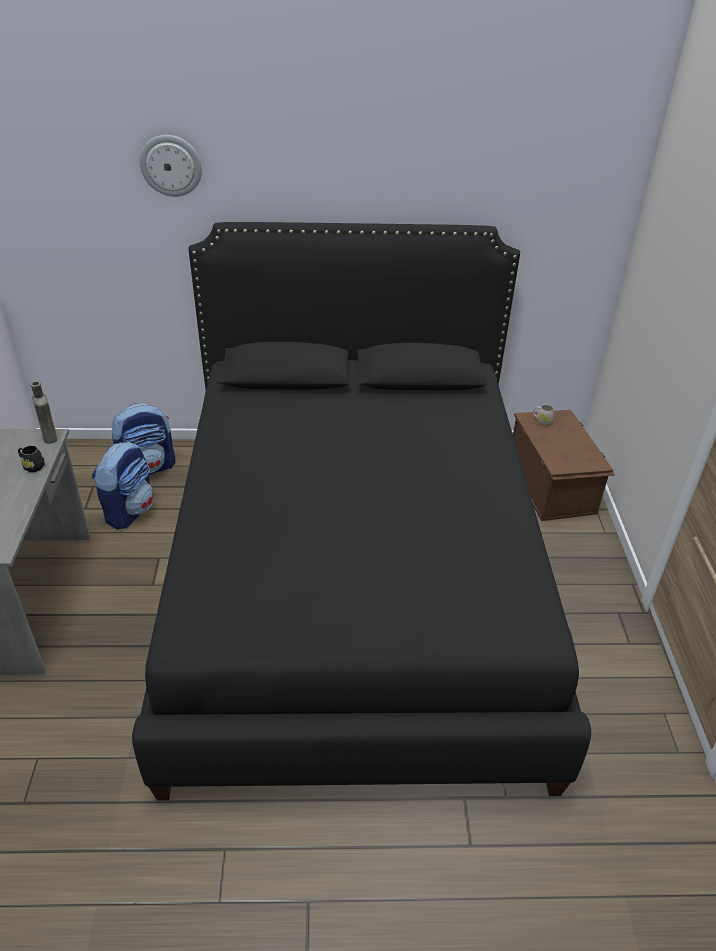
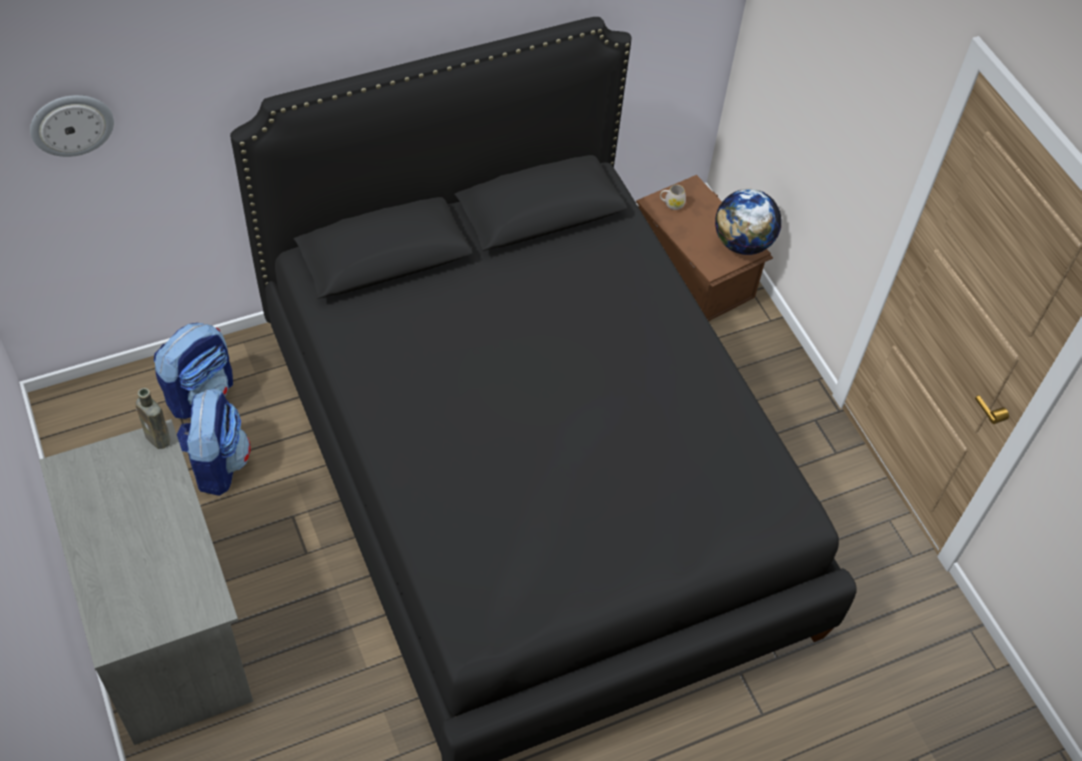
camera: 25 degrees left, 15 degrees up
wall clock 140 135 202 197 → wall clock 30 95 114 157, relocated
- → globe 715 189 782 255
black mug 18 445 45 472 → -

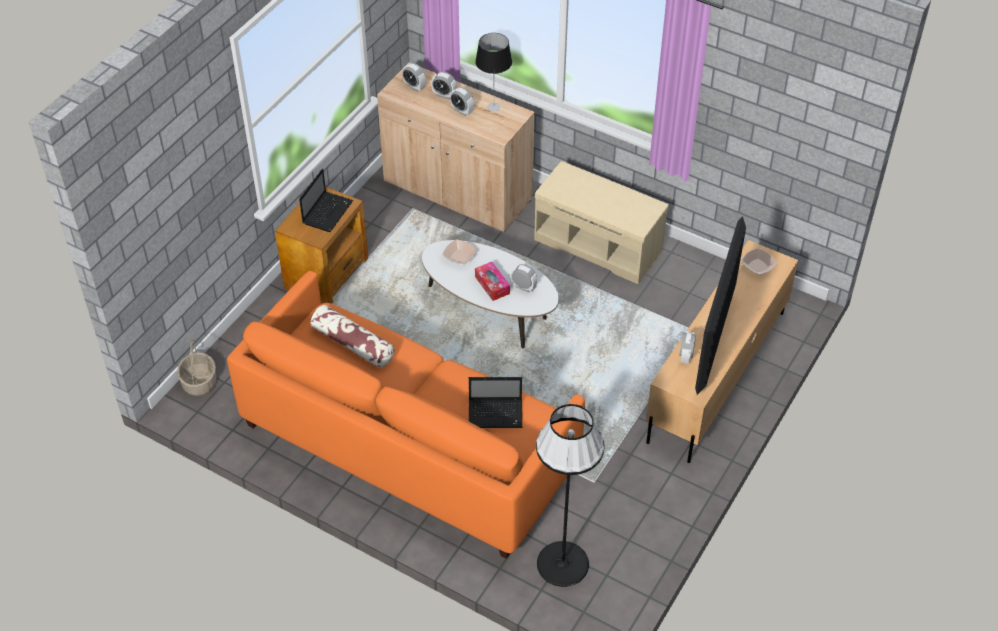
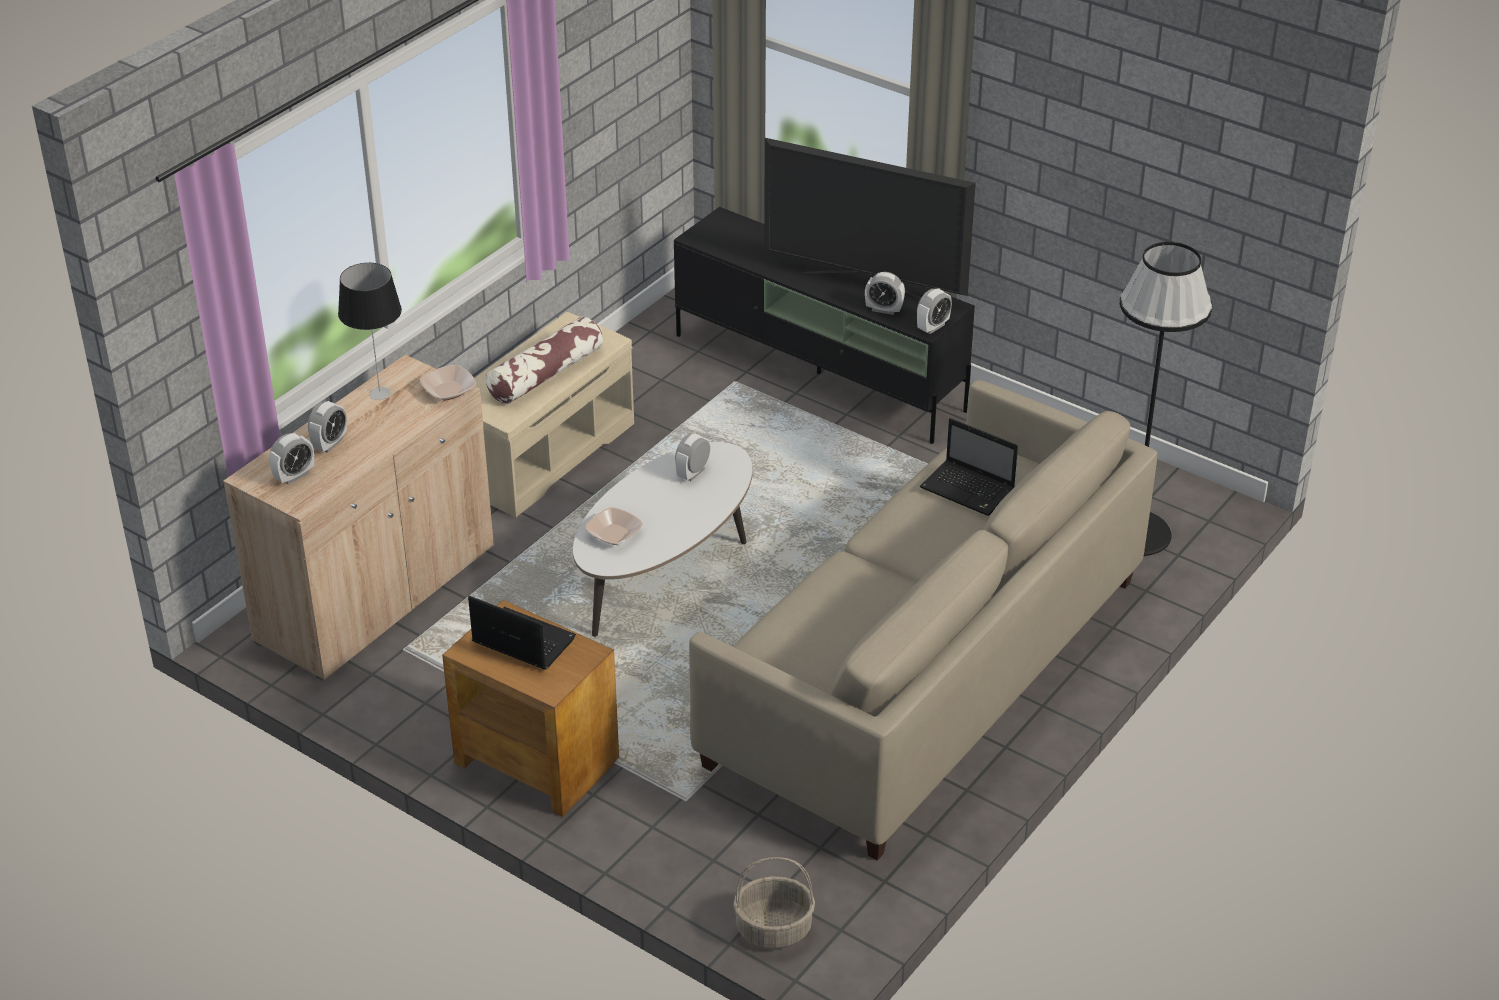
camera: 85 degrees left, 10 degrees down
bowl 741 248 777 275 → bowl 420 364 476 401, relocated
pillow 310 305 395 368 → pillow 486 317 603 404, relocated
beige tv stand 646 240 798 463 → black tv stand 674 207 975 444
orange sofa 227 271 585 559 → beige sofa 689 380 1157 861
alarm clock 450 87 474 116 → alarm clock 917 288 952 334, relocated
laptop 469 377 522 428 → laptop 920 418 1018 516, 120 degrees clockwise
tissue box 475 262 510 301 → -

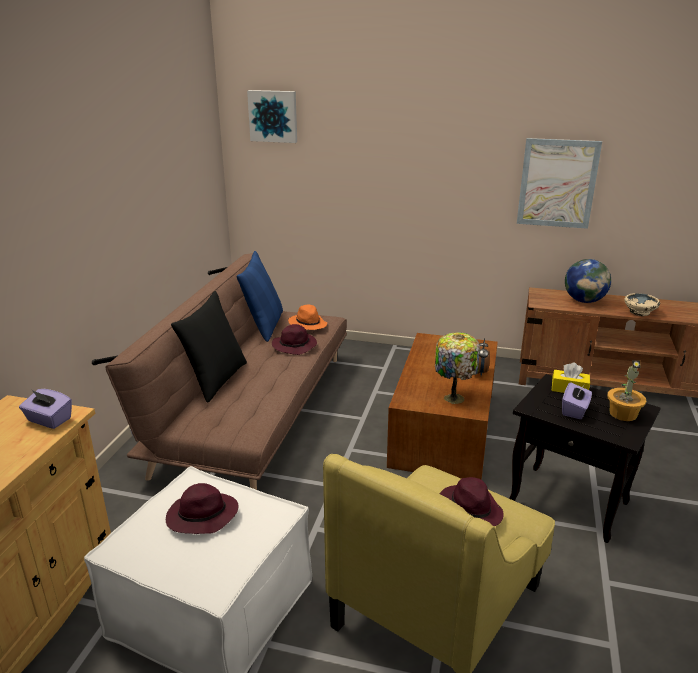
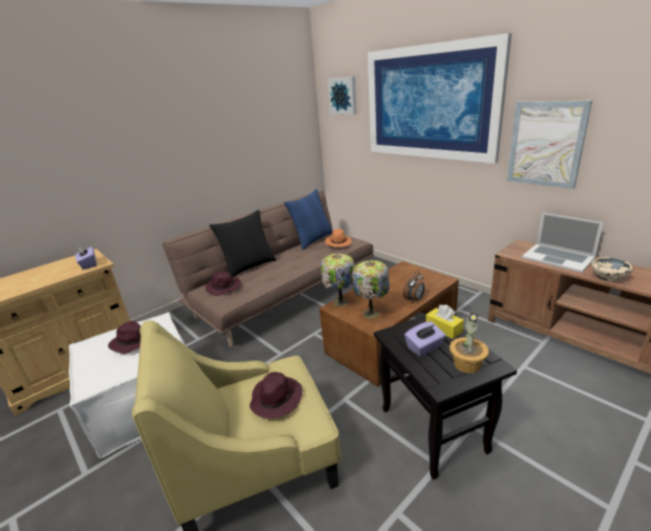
camera: 35 degrees right, 0 degrees up
purple hat 272 324 317 355 → purple hat 205 271 241 296, relocated
- → table lamp 321 254 355 307
- → picture 368 33 512 164
globe 565 259 611 303 → laptop 521 212 604 273

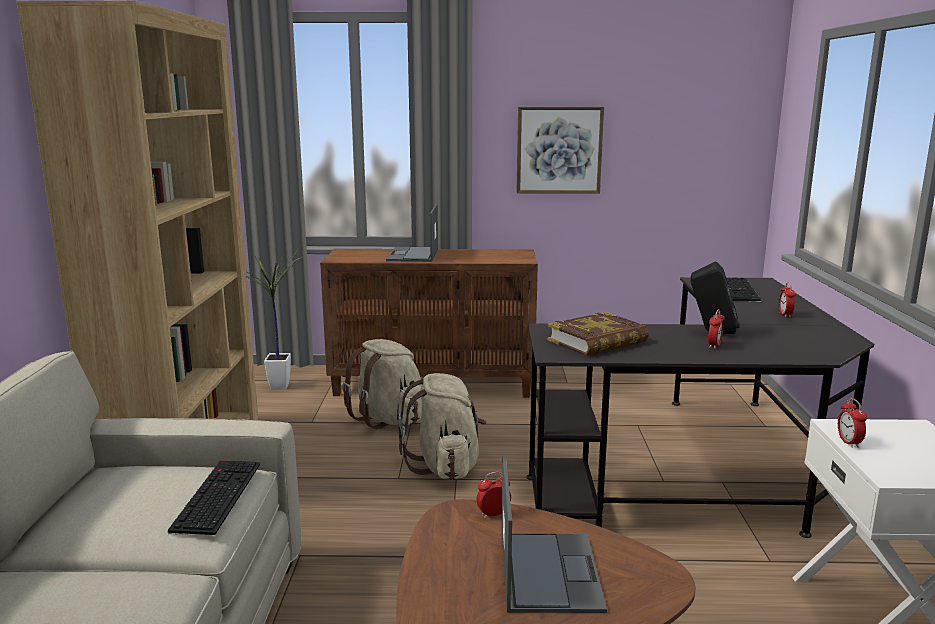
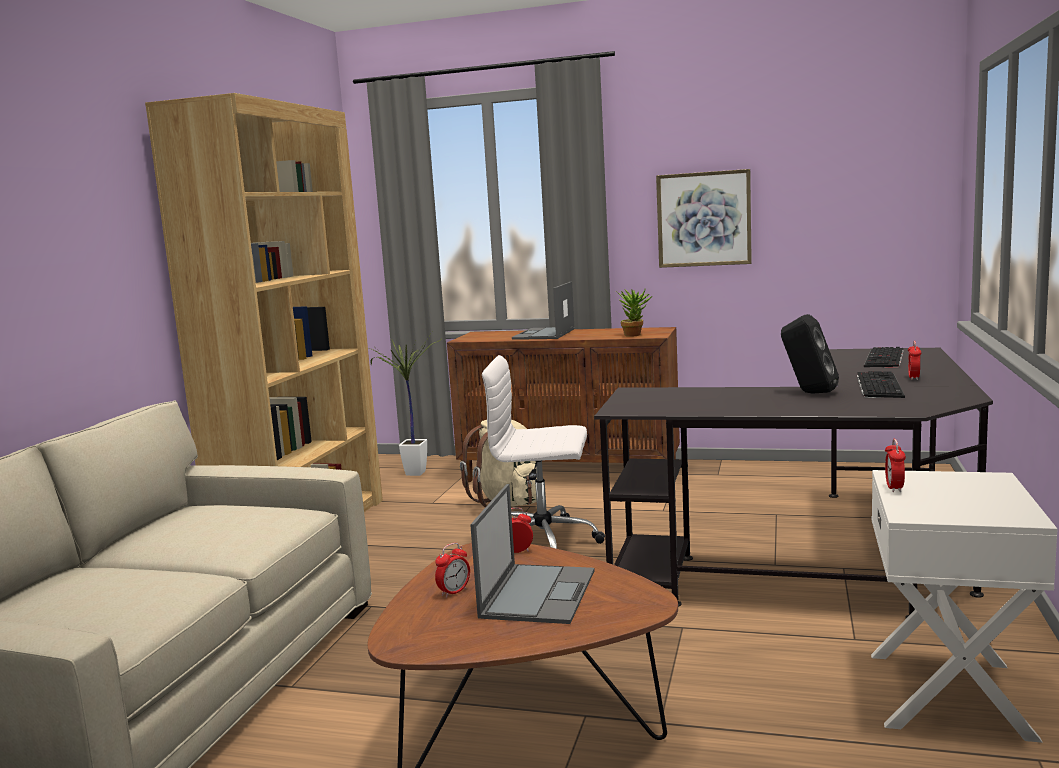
camera: 15 degrees right, 5 degrees down
alarm clock 708 309 725 349 → alarm clock 435 543 470 598, relocated
beige backpack 398 373 486 480 → white office chair 482 355 605 549
- → potted plant 615 288 652 337
keyboard 168 461 260 535 → keyboard 857 371 905 398, relocated
book 547 312 649 356 → -

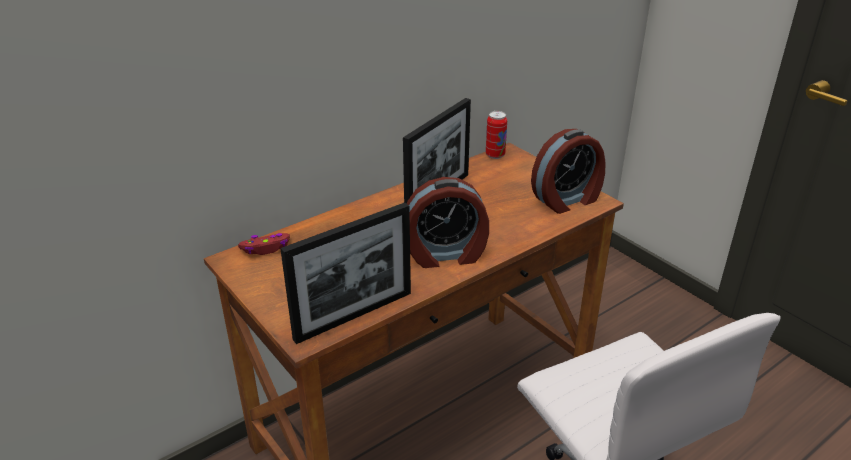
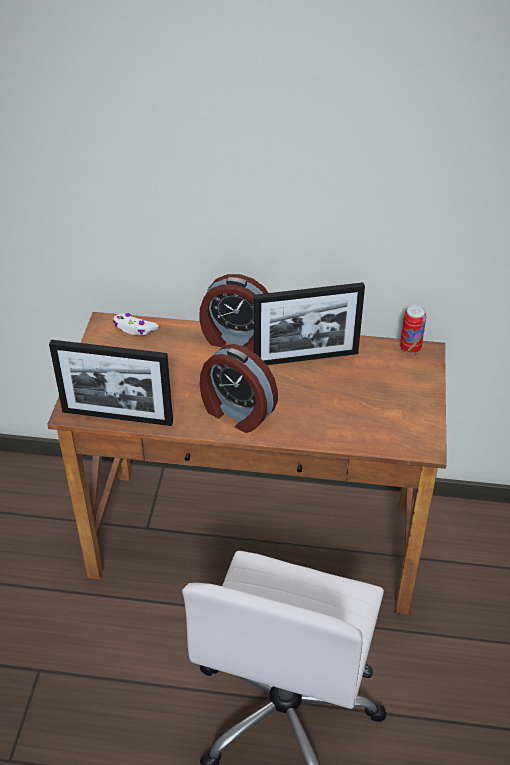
camera: 45 degrees right, 10 degrees up
red game controller 238 233 290 255 → white game controller 113 313 159 335
alarm clock 531 129 606 214 → alarm clock 199 274 268 352, relocated

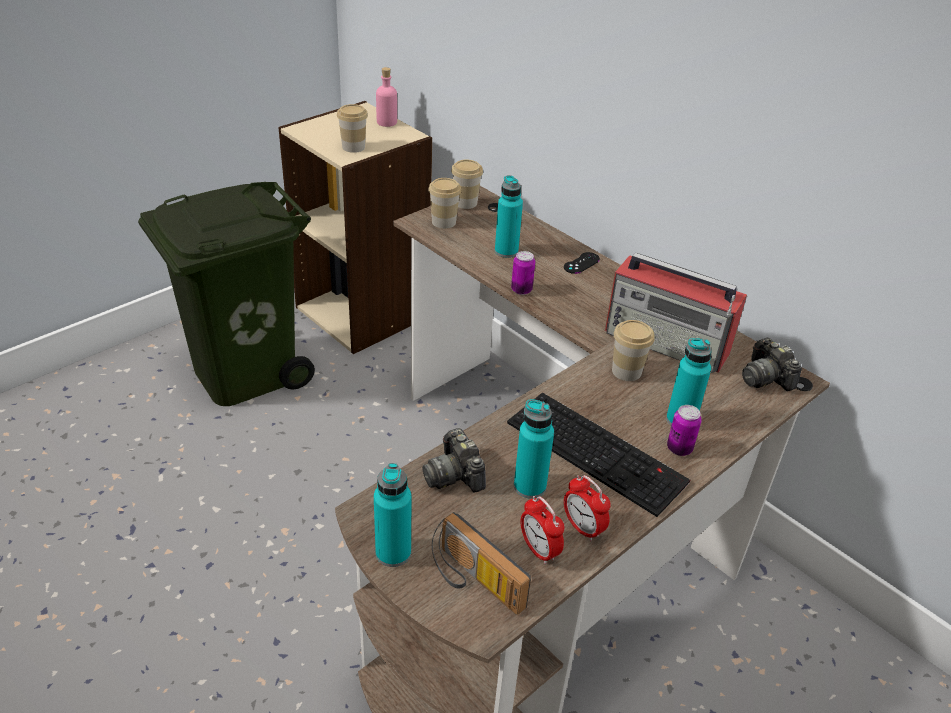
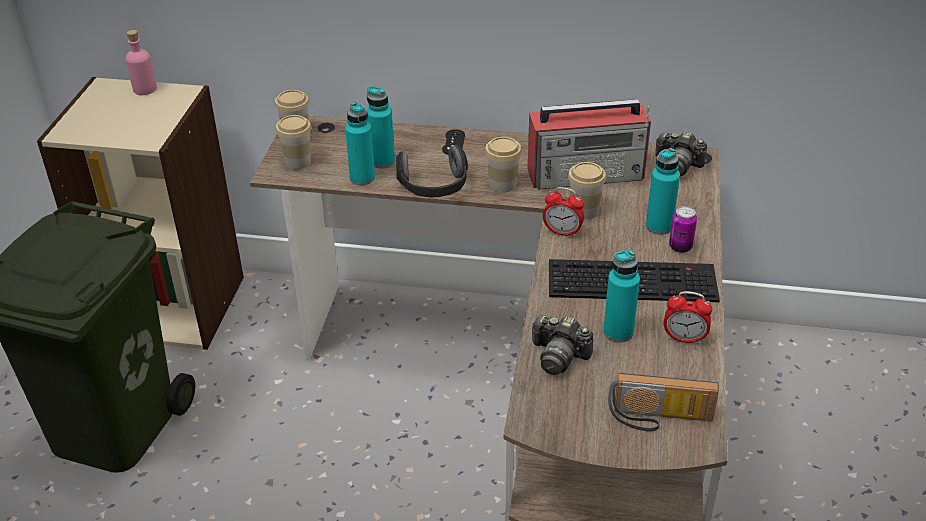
camera: 35 degrees left, 0 degrees up
turquoise bottle 374 463 411 567 → turquoise bottle 345 102 375 185, relocated
can 511 251 535 295 → headphones 395 145 468 197
cup 337 104 368 153 → cup 485 137 522 193, relocated
alarm clock 521 496 565 565 → alarm clock 543 187 584 237, relocated

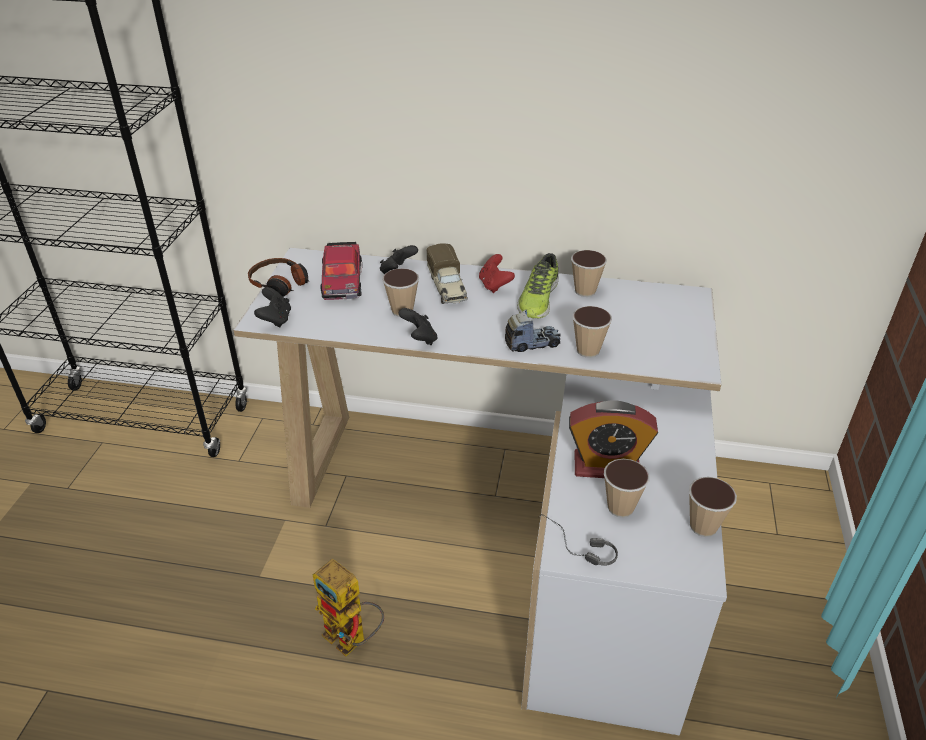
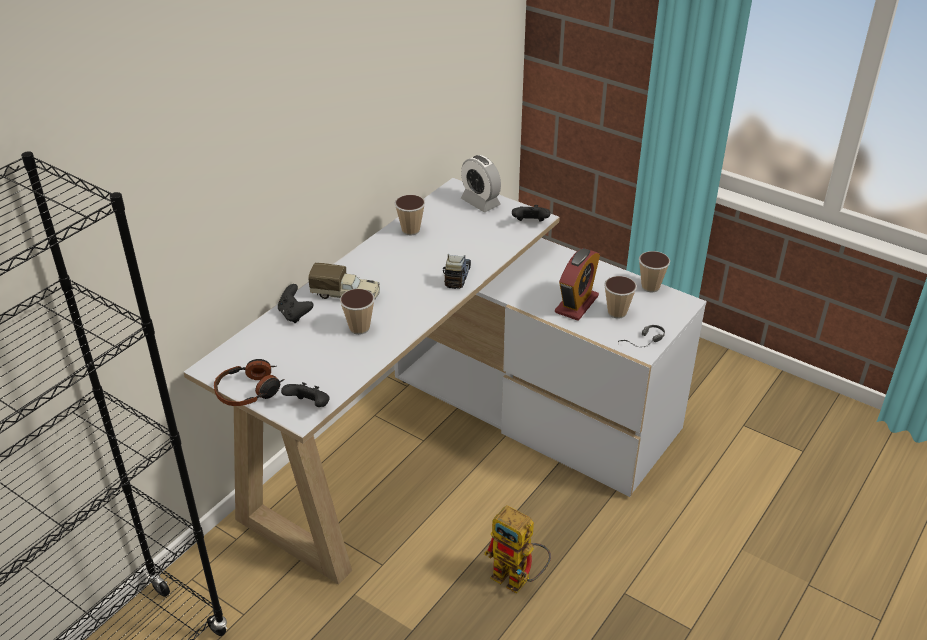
camera: 65 degrees left, 0 degrees up
- → alarm clock 461 155 501 212
toy robot 313 559 384 656 → toy robot 484 505 551 594, 60 degrees clockwise
black game controller 399 308 438 345 → black game controller 512 205 551 222, relocated
toy car 320 242 362 300 → -
red game controller 479 254 515 293 → -
shoe 517 253 559 318 → -
cup 572 306 612 358 → -

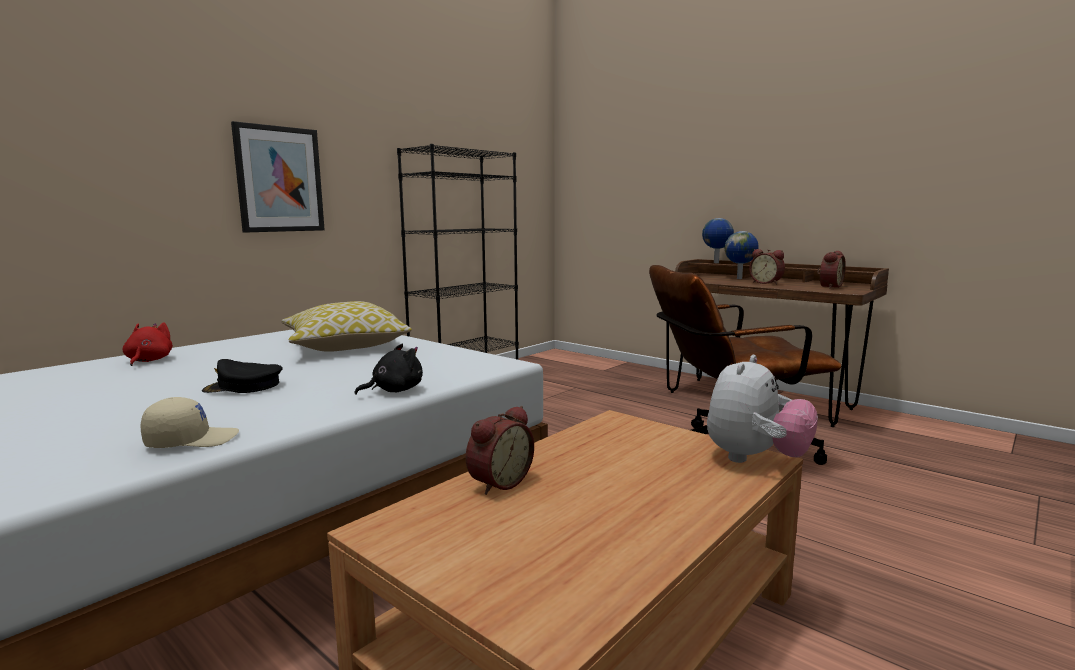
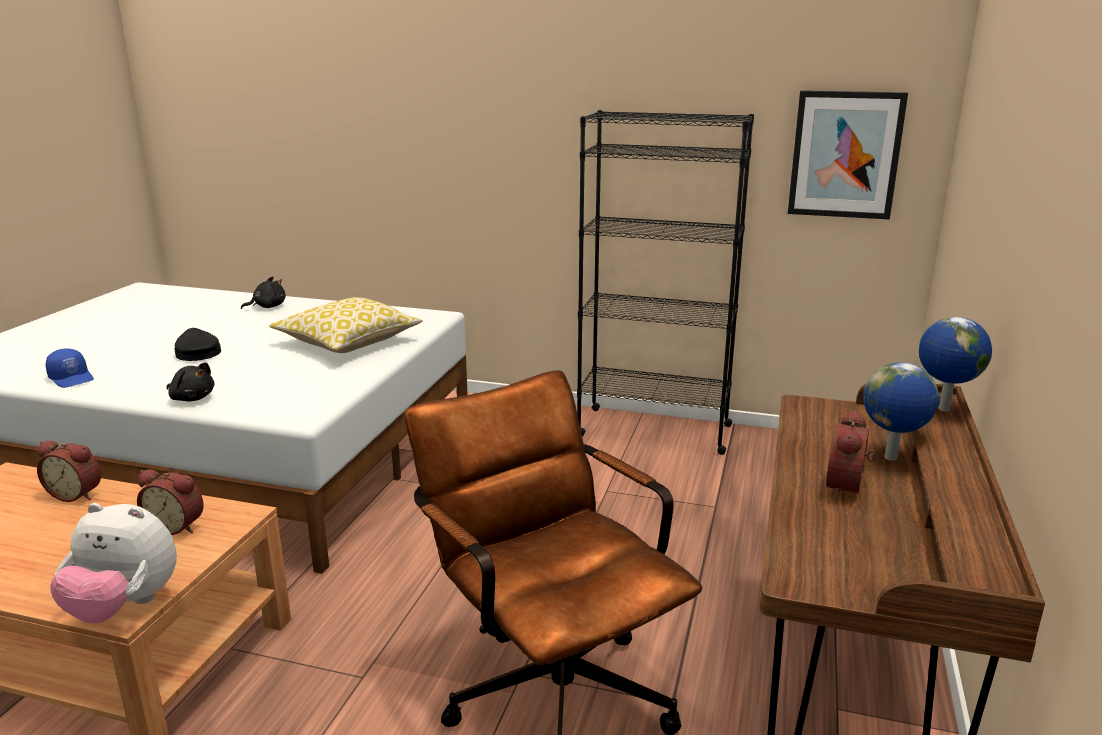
camera: 65 degrees right, 10 degrees up
beige cap 141 397 239 448 → blue cap 46 348 94 388
alarm clock 817 251 846 289 → alarm clock 137 469 204 535, relocated
red plush toy 123 322 173 366 → black plush toy 241 276 286 309
picture 231 121 325 233 → picture 788 90 908 219, relocated

